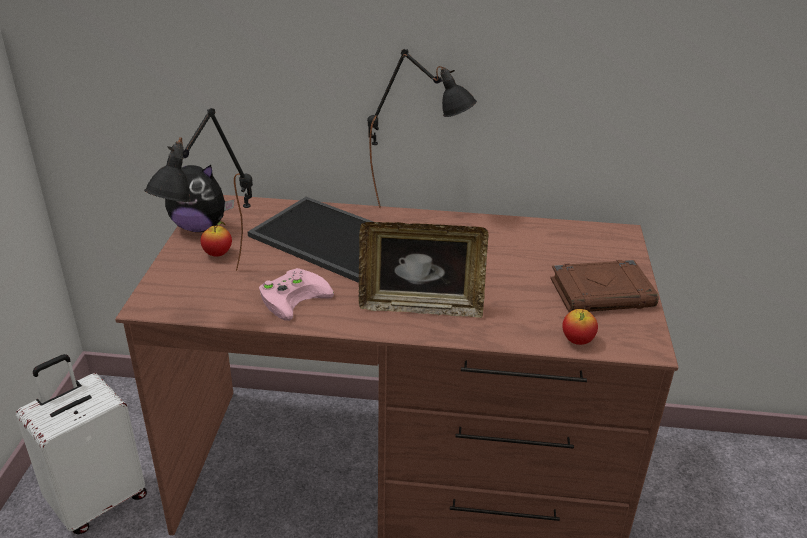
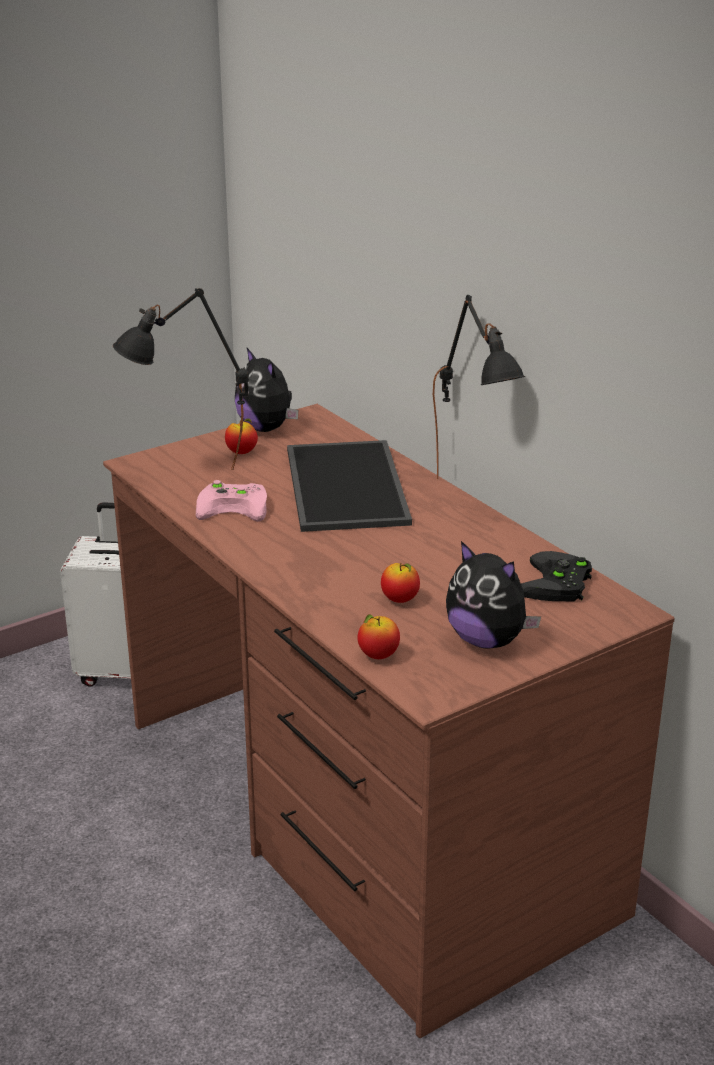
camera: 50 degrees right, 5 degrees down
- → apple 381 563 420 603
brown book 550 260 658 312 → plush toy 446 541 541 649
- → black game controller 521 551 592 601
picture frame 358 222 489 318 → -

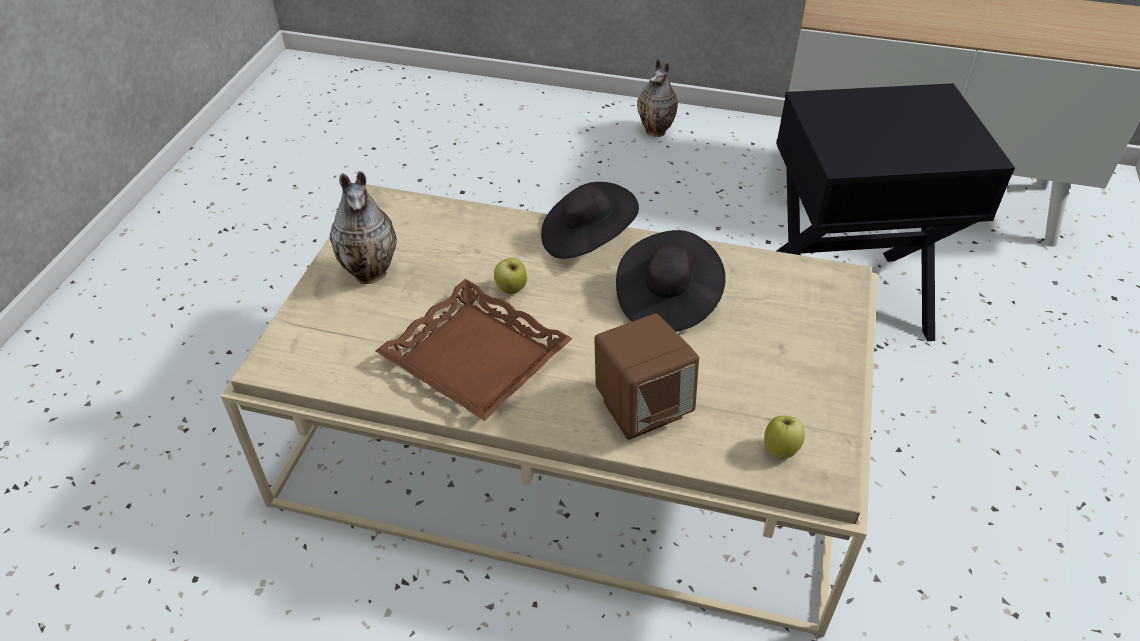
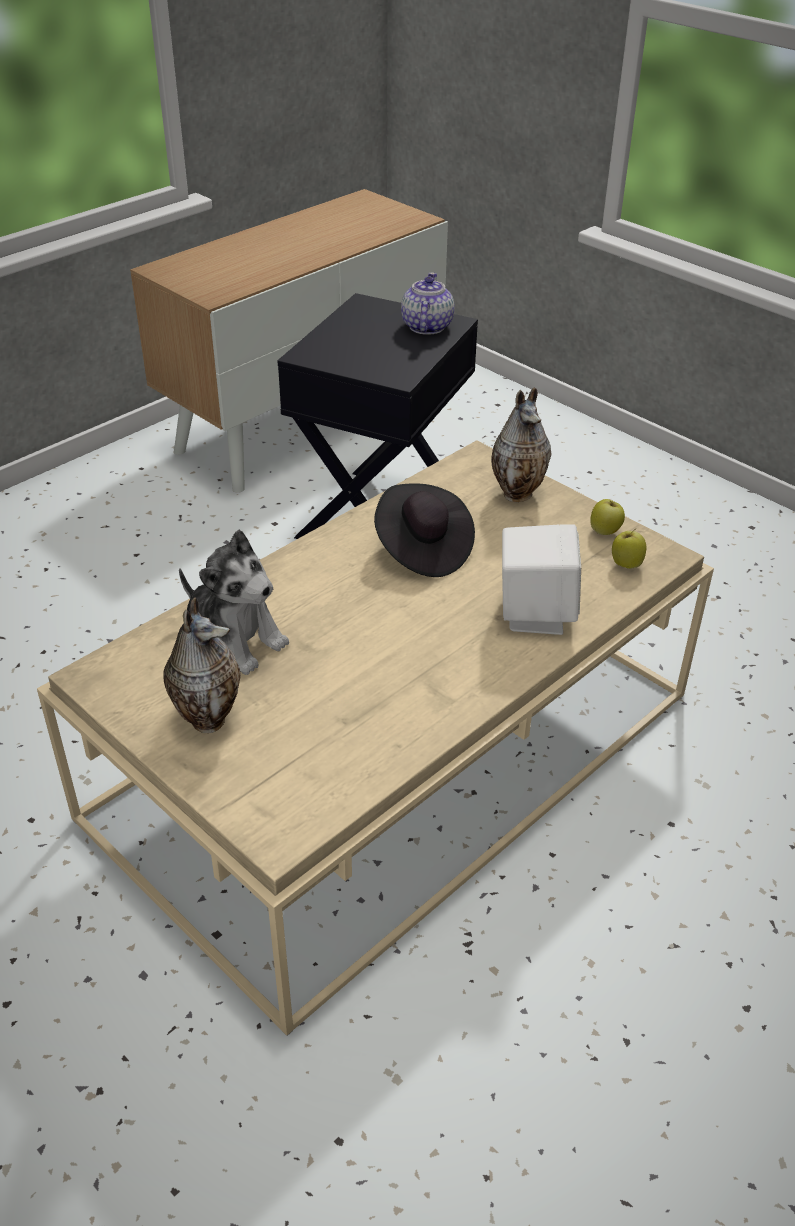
camera: 60 degrees left, 5 degrees down
- → plush toy 179 529 289 675
- → teapot 401 273 455 335
vase 637 58 678 137 → vase 491 388 552 502, relocated
brown speaker 594 314 699 440 → white speaker 502 524 581 635
apple 494 258 527 294 → apple 590 499 625 535, relocated
brown tray 375 279 573 421 → -
black hat 541 182 639 259 → -

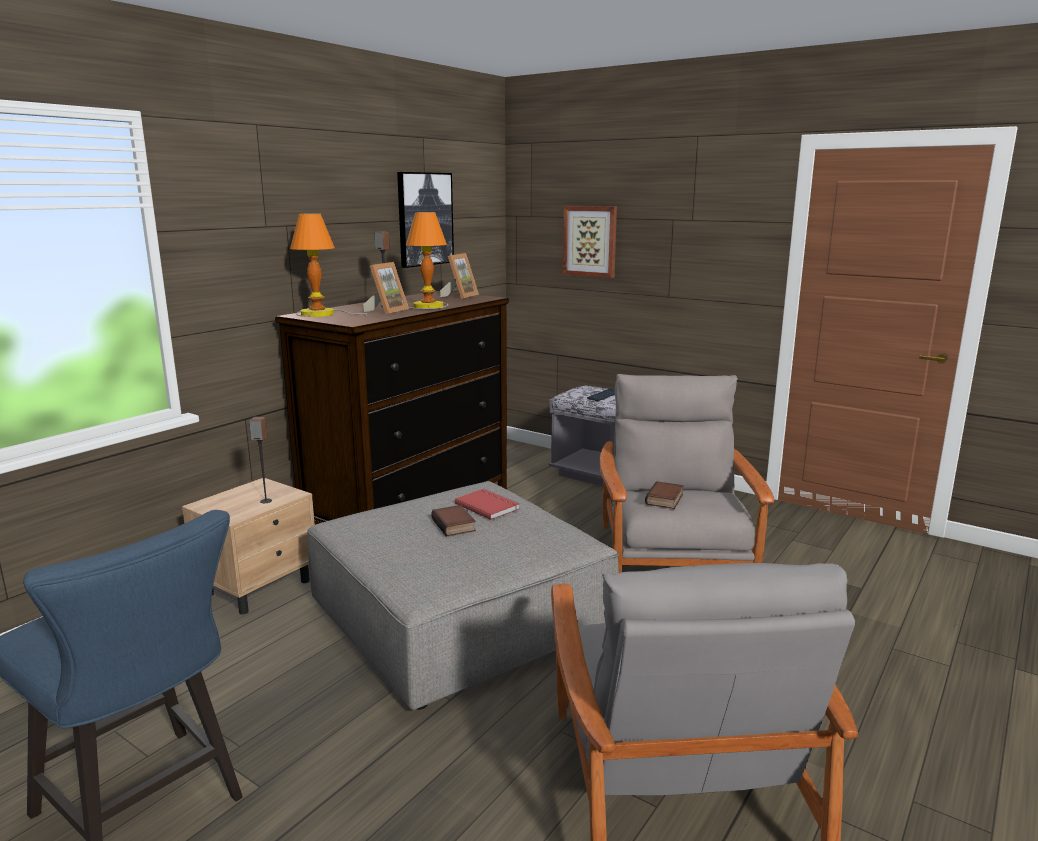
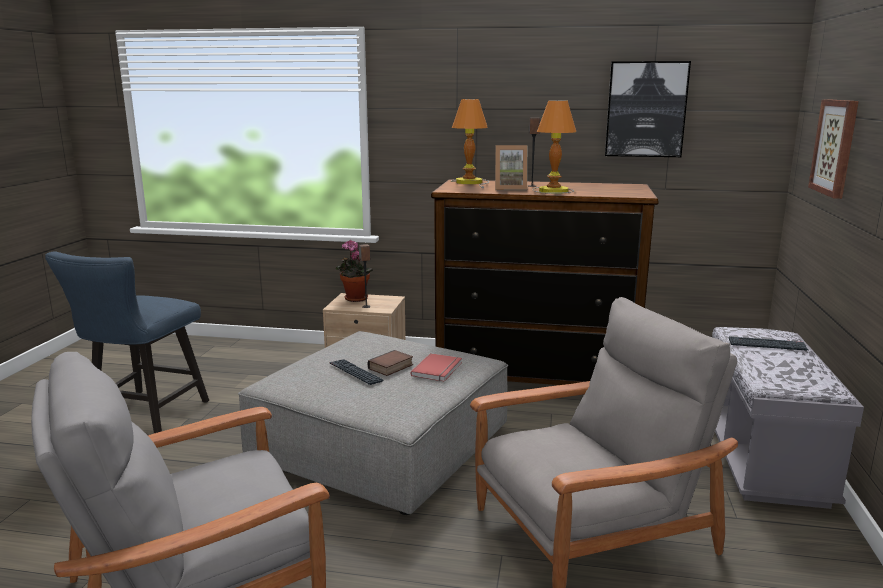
camera: 65 degrees right, 0 degrees up
- → keyboard 329 359 383 385
- → potted plant 336 240 373 302
picture frame 439 253 479 299 → -
book 645 481 684 509 → -

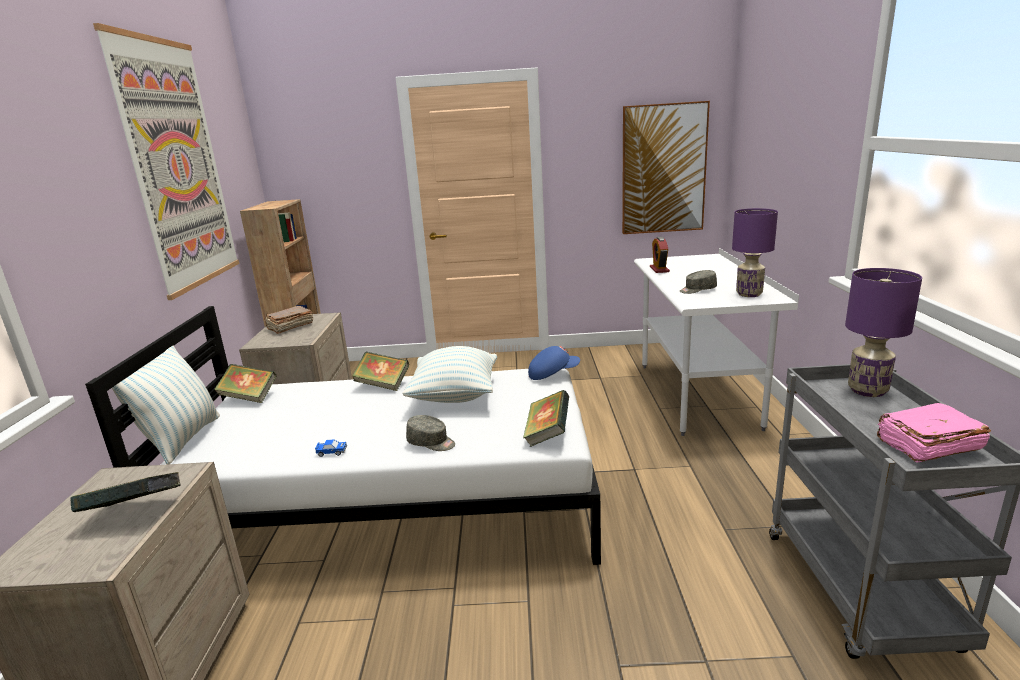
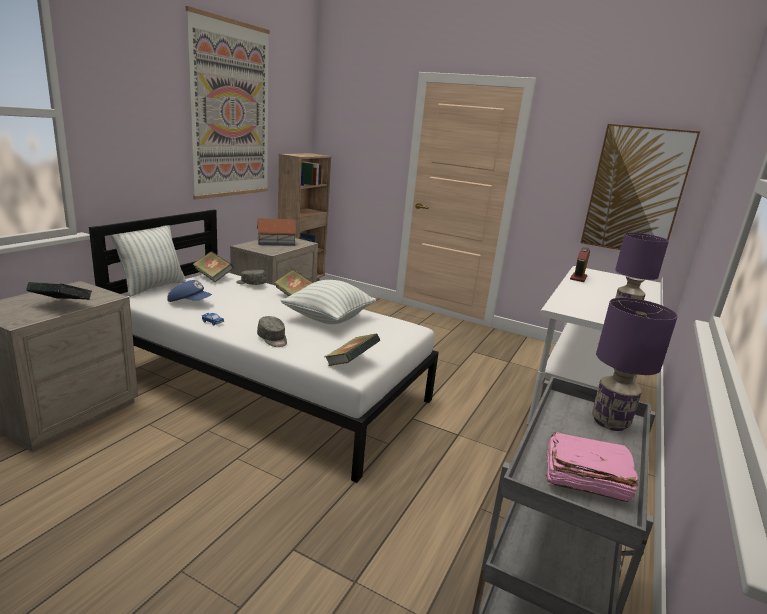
camera: 25 degrees right, 0 degrees up
blue cap 528 346 580 380 → blue cap 167 280 212 302, relocated
grey cap 680 270 717 294 → grey cap 236 270 266 285, relocated
brown book 265 306 313 334 → toy house 257 218 297 246

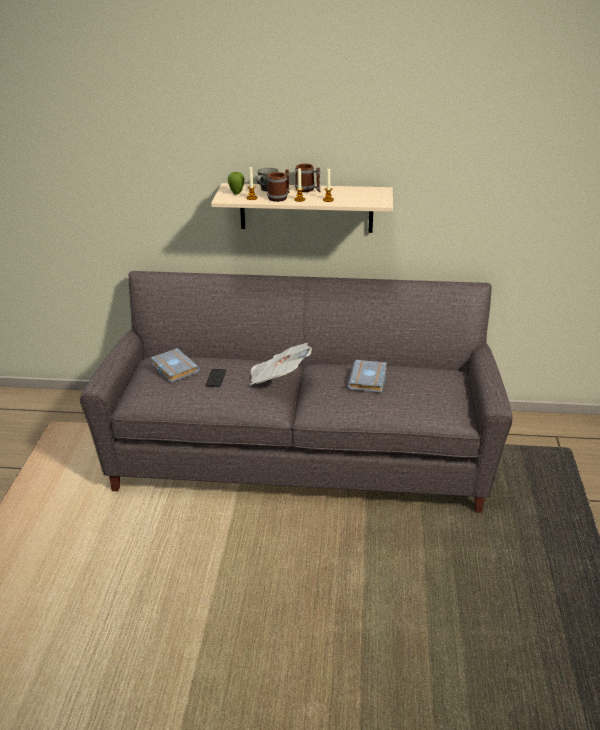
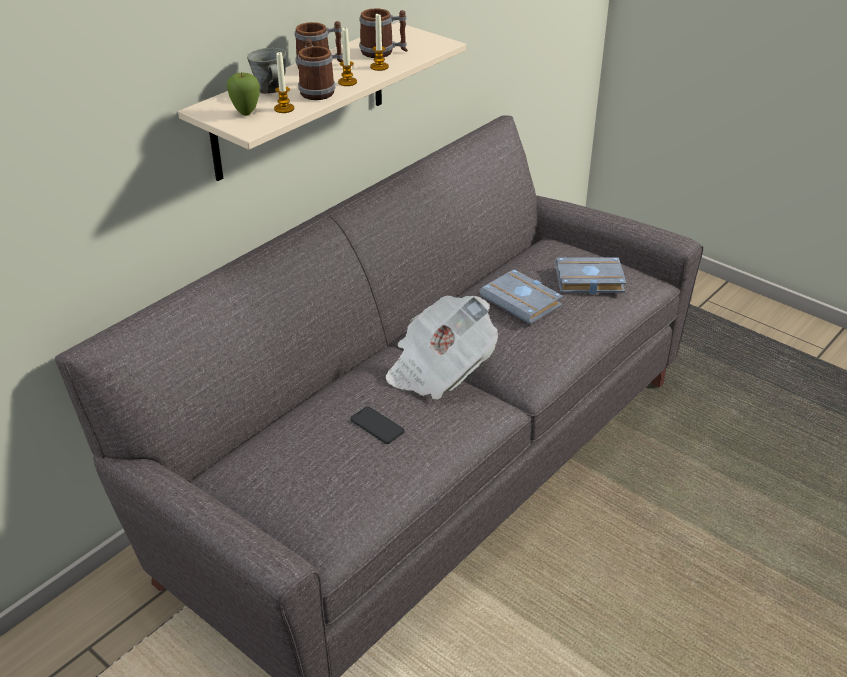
camera: 55 degrees left, 5 degrees up
- → mug 359 8 408 58
grey book 150 348 200 383 → grey book 555 257 626 294, relocated

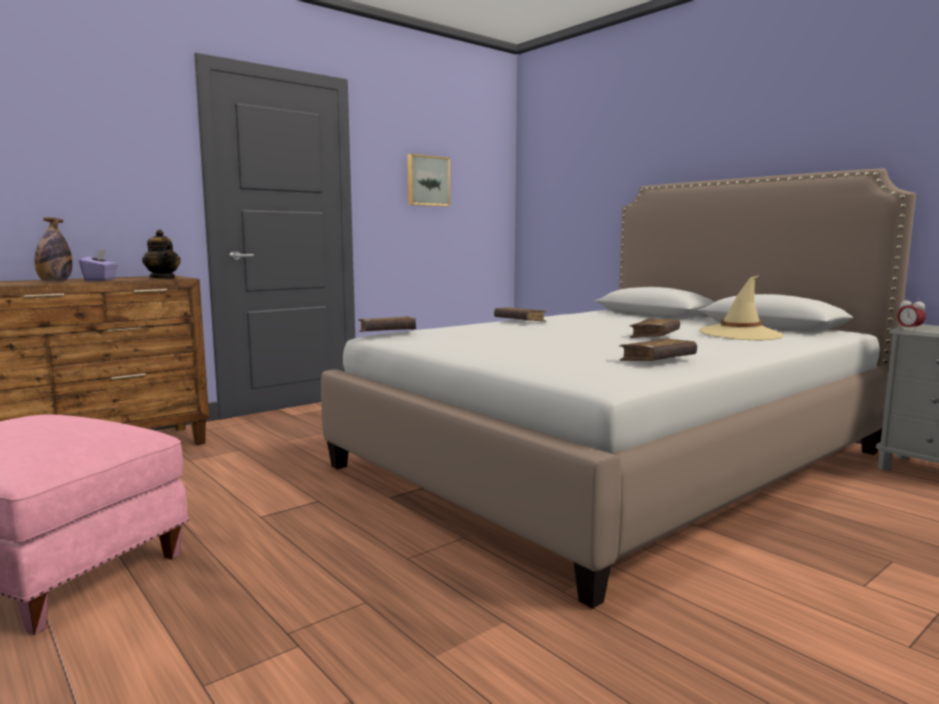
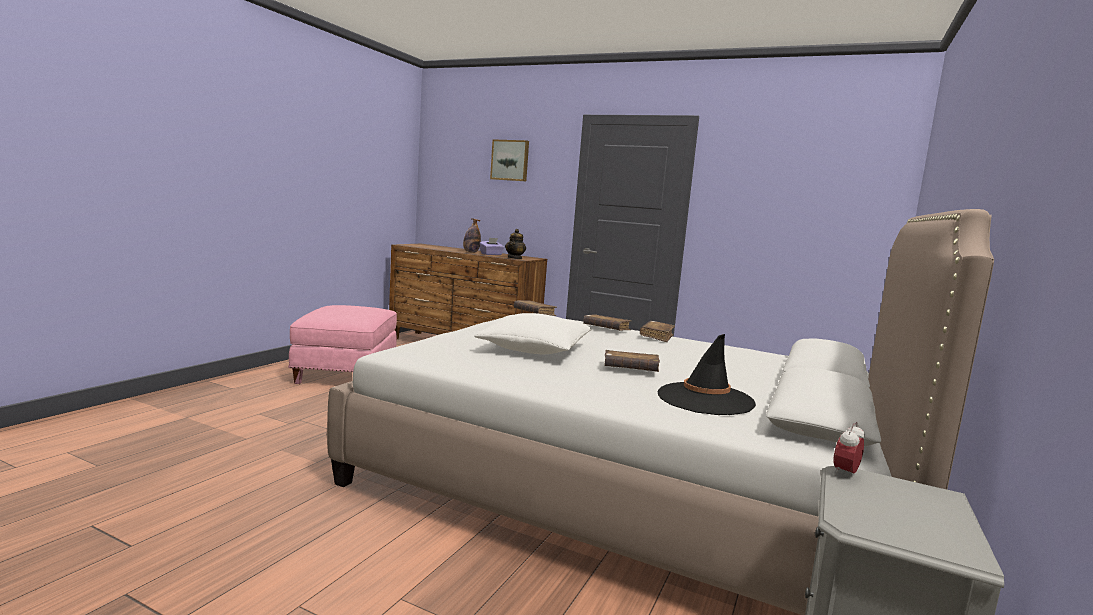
camera: 65 degrees right, 0 degrees up
- → white pillow 474 313 592 354
picture 407 154 450 206 → picture 490 139 529 181, relocated
brown book 619 338 697 361 → brown book 583 314 632 331, relocated
beige hat 699 275 784 340 → black hat 657 334 756 415

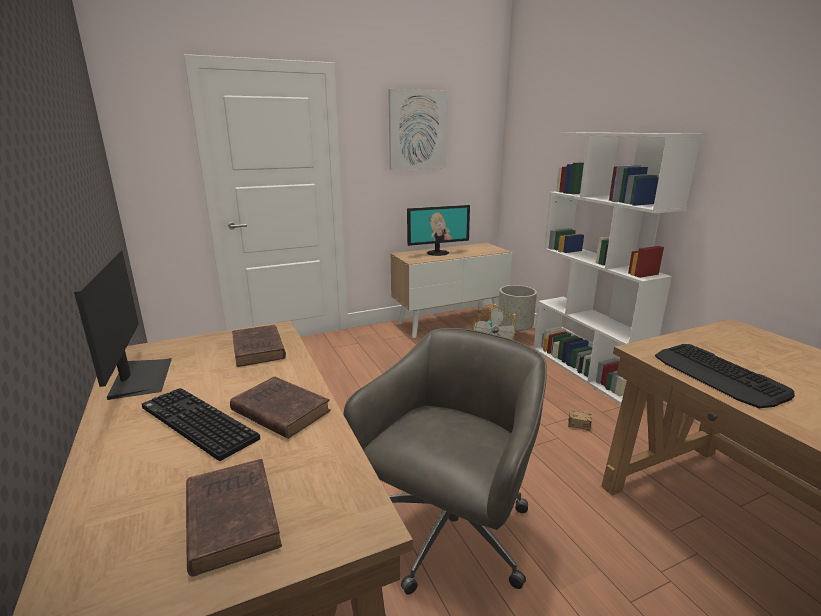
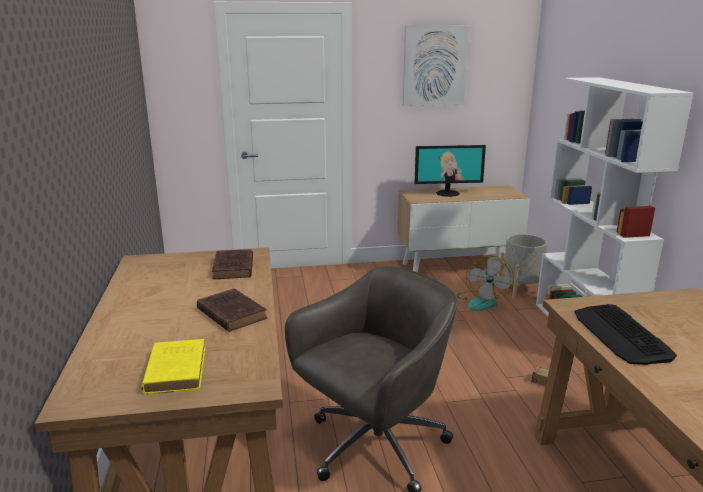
camera: 15 degrees right, 0 degrees up
brown book 186 459 282 577 → yellow book 141 339 205 394
monitor 74 250 172 400 → -
keyboard 142 388 260 461 → -

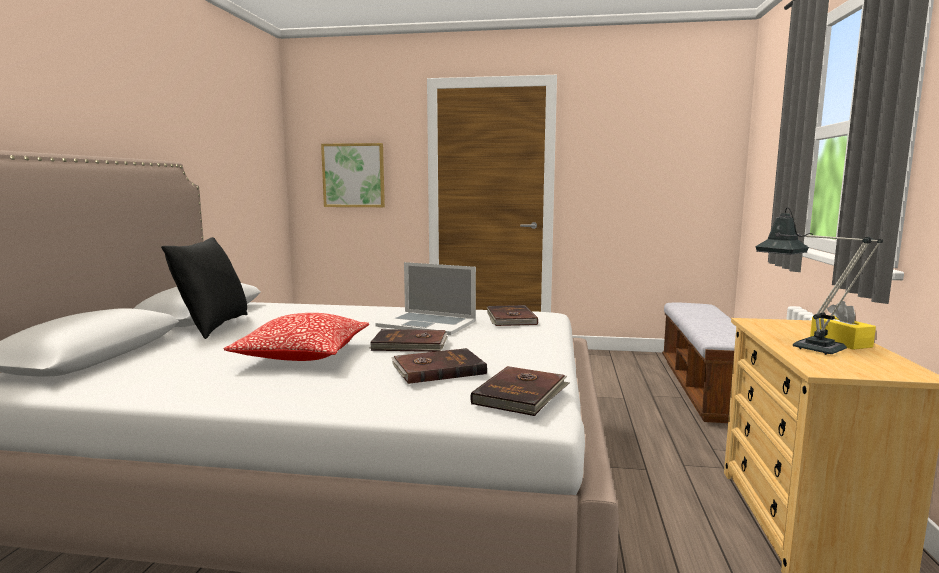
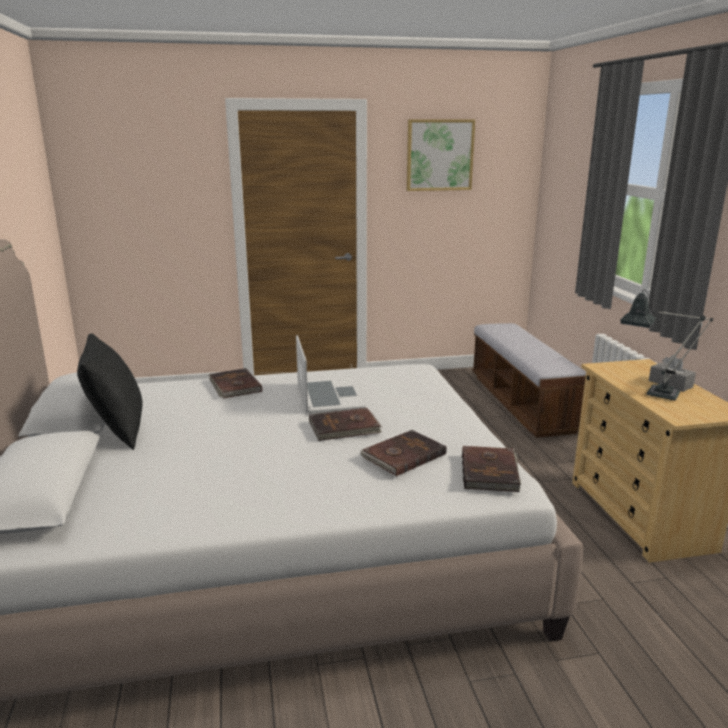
camera: 20 degrees left, 10 degrees up
brown book 487 305 538 326 → brown book 209 368 262 399, relocated
laptop 375 262 476 335 → laptop 296 335 365 414, 105 degrees counterclockwise
picture 321 143 385 207 → picture 407 120 475 191, relocated
yellow tissue box 810 301 876 350 → grey tissue box 649 355 696 392
pillow 224 313 369 361 → -

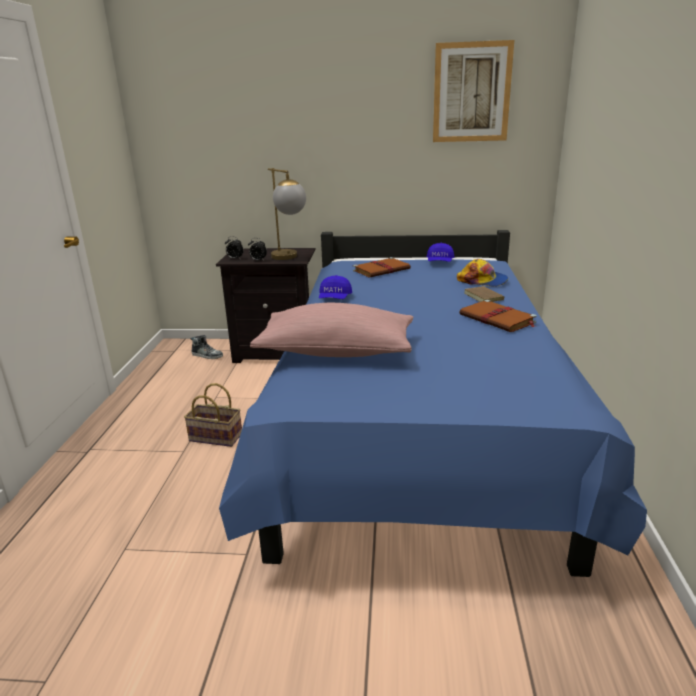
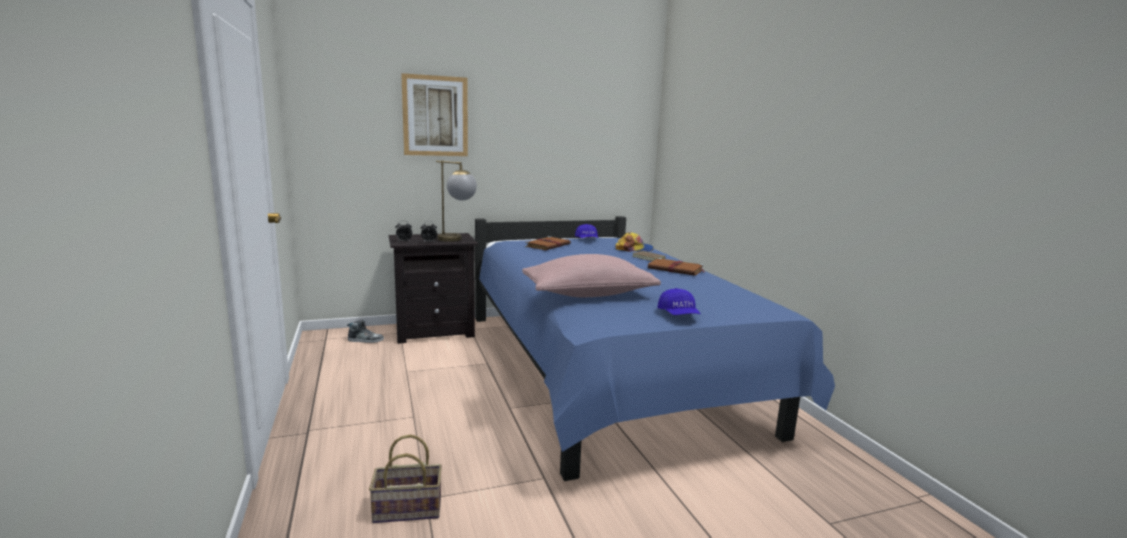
camera: 25 degrees left, 10 degrees down
basket 184 383 242 447 → basket 369 434 442 523, relocated
picture 433 40 514 142 → picture 401 73 468 156, relocated
blue cap 319 275 352 299 → blue cap 657 288 701 315, relocated

